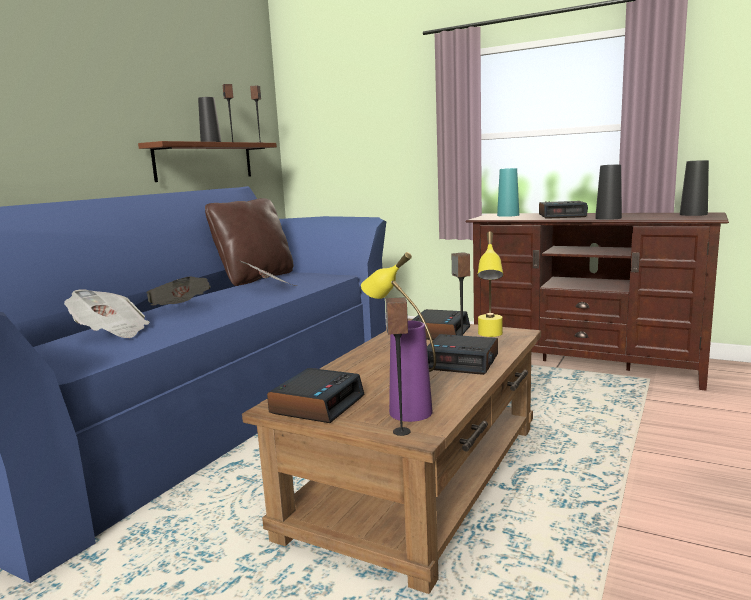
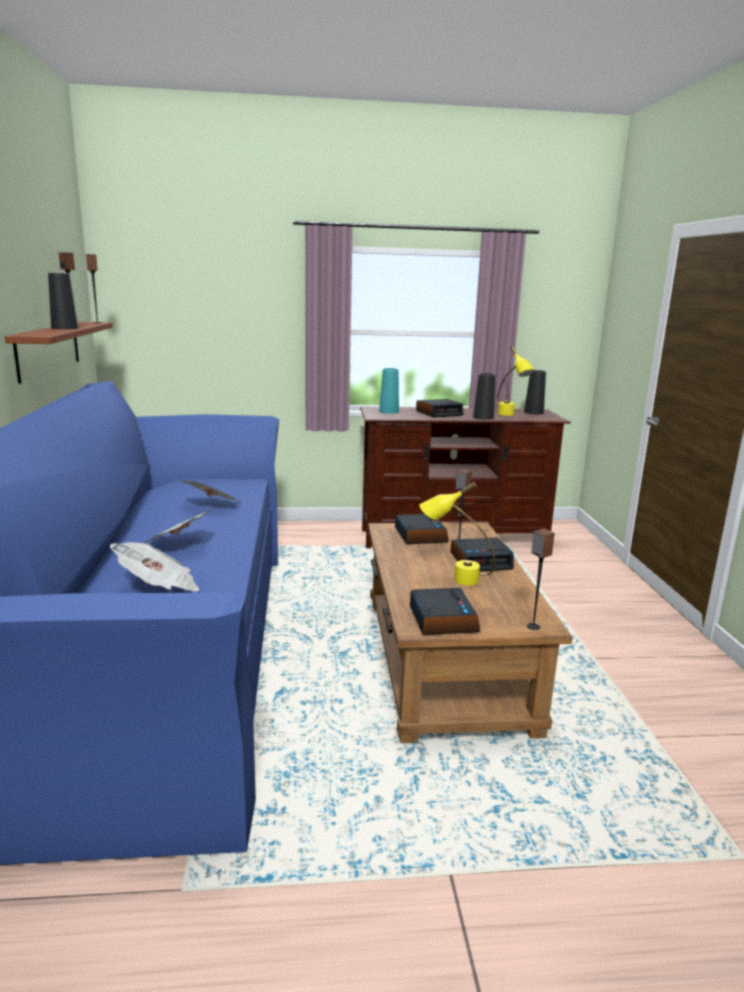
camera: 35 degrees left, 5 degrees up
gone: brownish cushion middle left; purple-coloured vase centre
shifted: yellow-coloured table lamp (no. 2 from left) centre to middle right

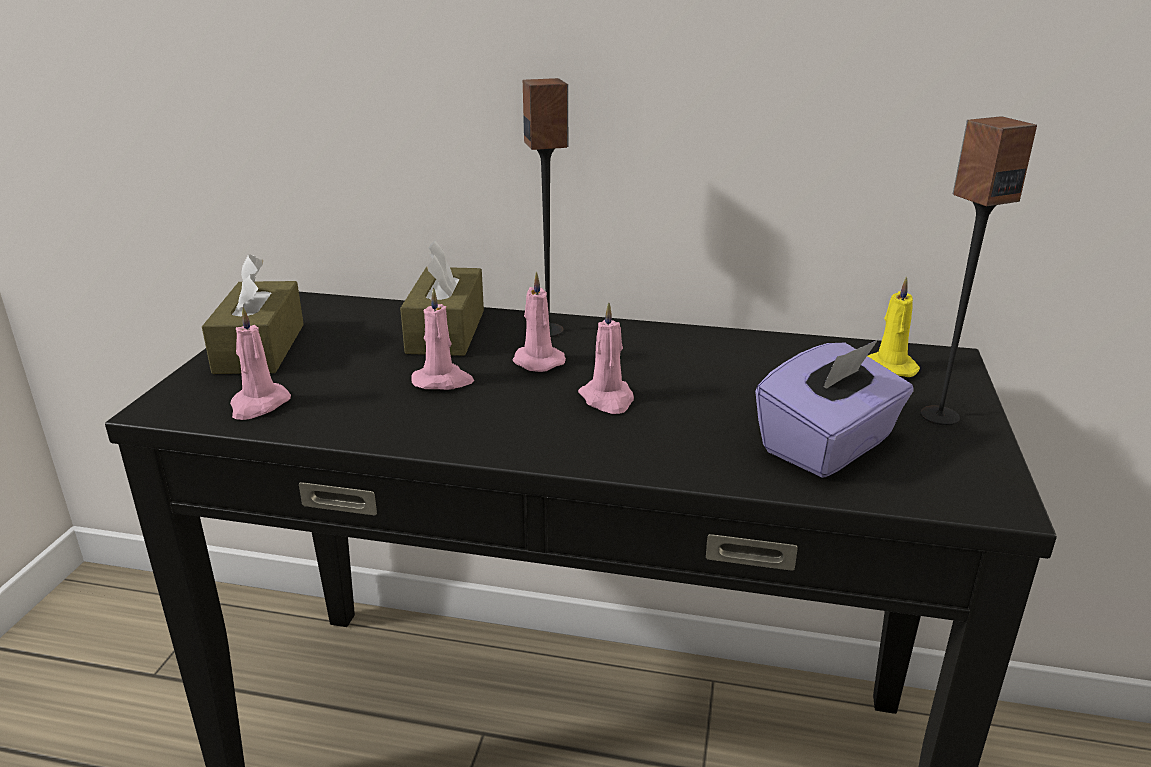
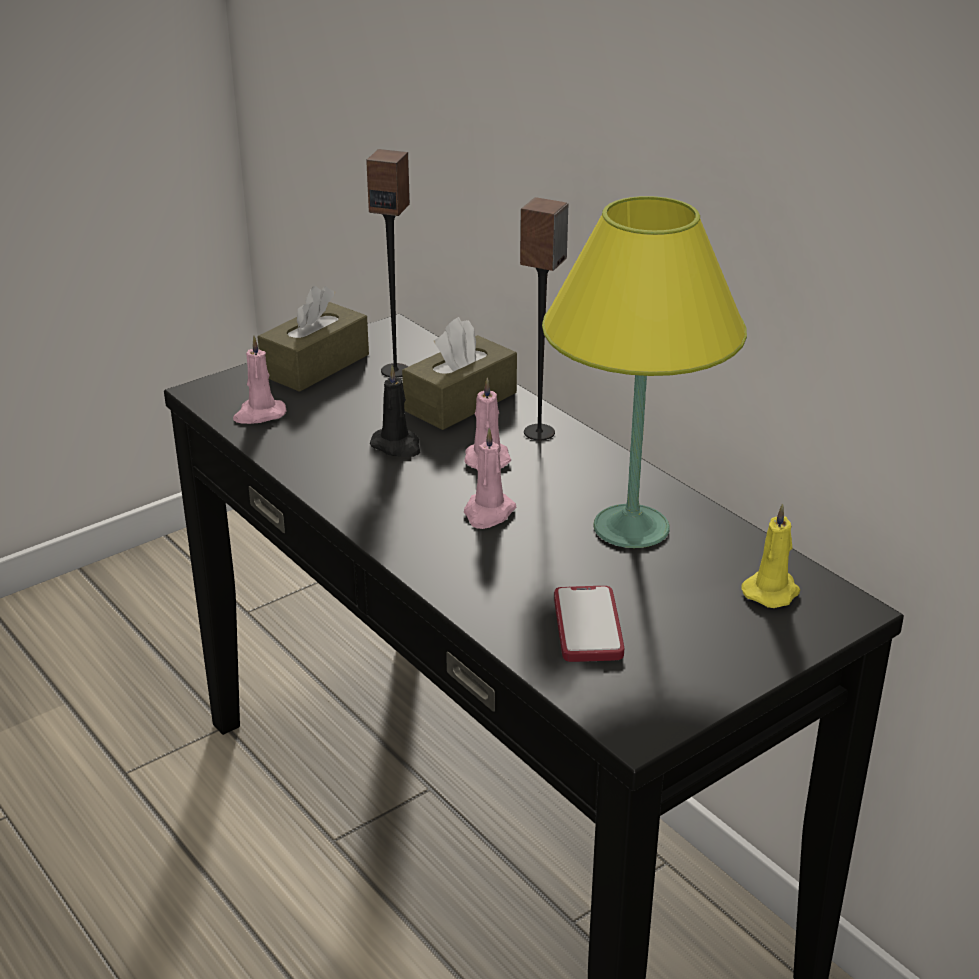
camera: 40 degrees right, 5 degrees up
new: yellow-coloured table lamp centre
shifted: speaker (no. 2 from left in the first image) middle right to speaker (no. 1 from left) top centre
swapped: purple-coloured tissue holder middle right to handset centre
repainted: pink wax light (no. 2 from left) centre to blackish wax light centre

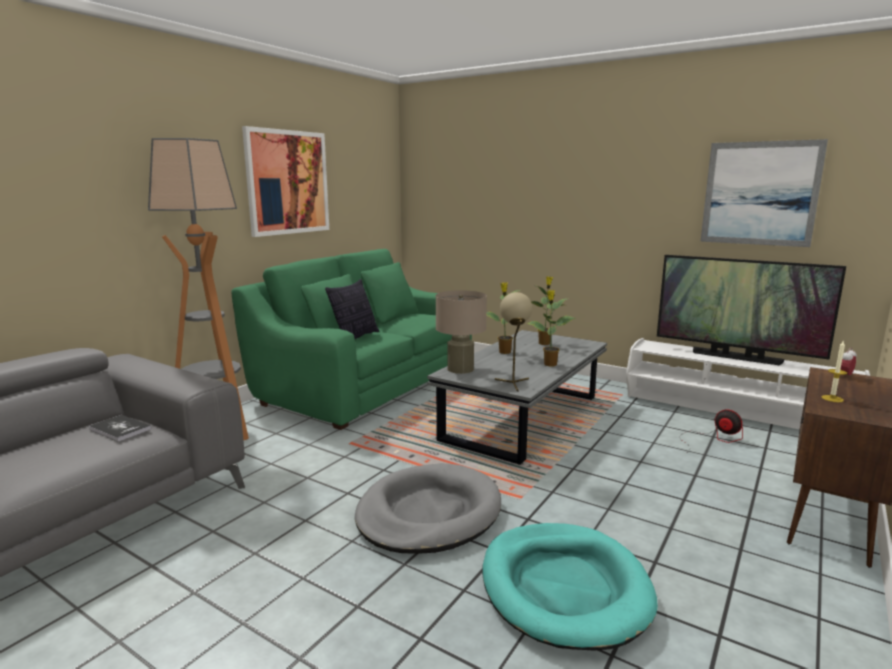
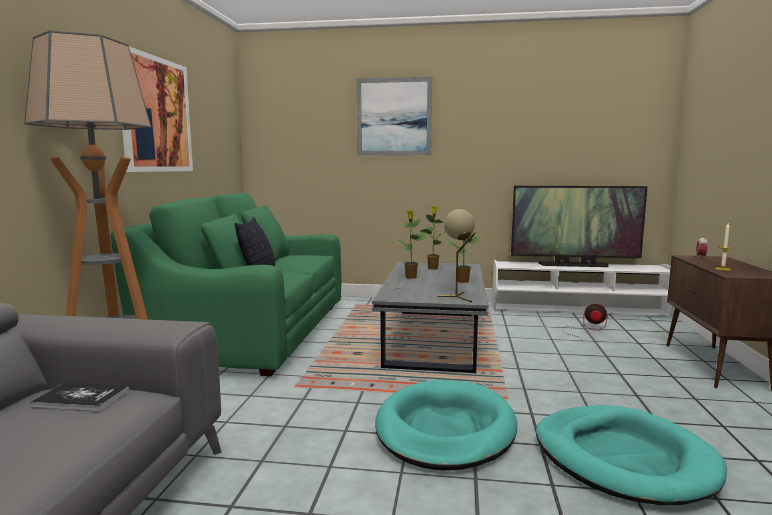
camera: 25 degrees left, 5 degrees down
gone: sand-coloured table lamp (no. 1 from left) centre
shifted: picture (no. 2 from left) top right to top centre
repainted: greyish dog bed bottom centre to turquoise dog bed (no. 1 from left) bottom centre

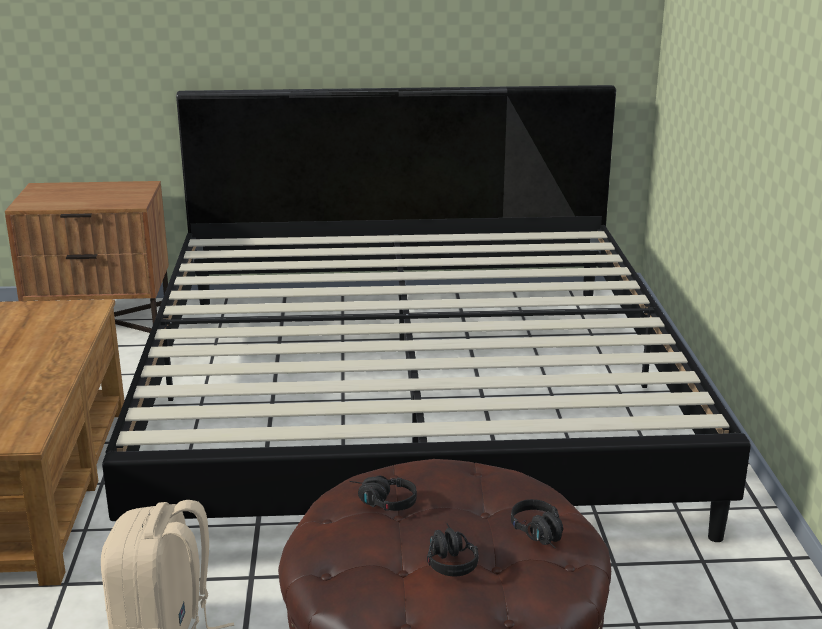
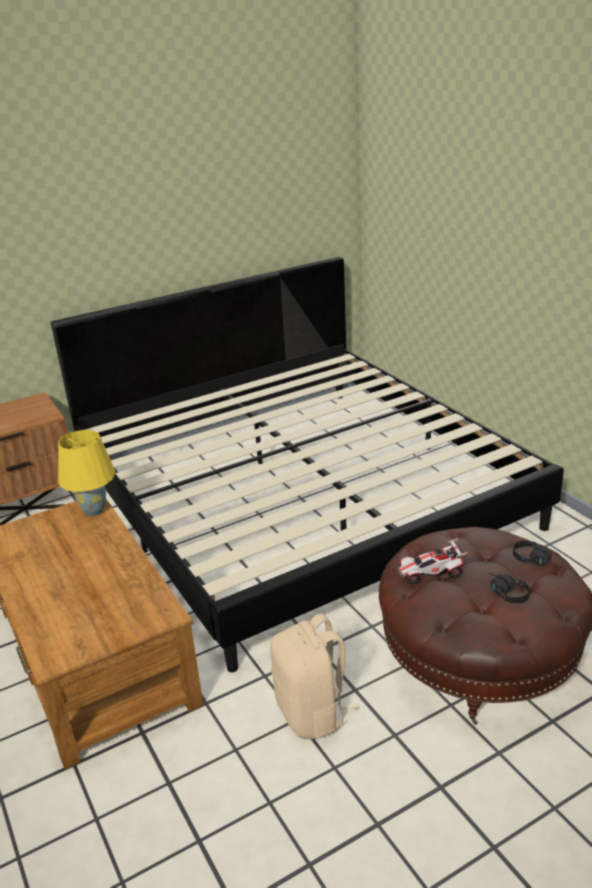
camera: 25 degrees left, 5 degrees up
new: yellow-coloured table lamp middle left
swapped: blackish pair of headphones (no. 1 from left) bottom centre to model car middle right

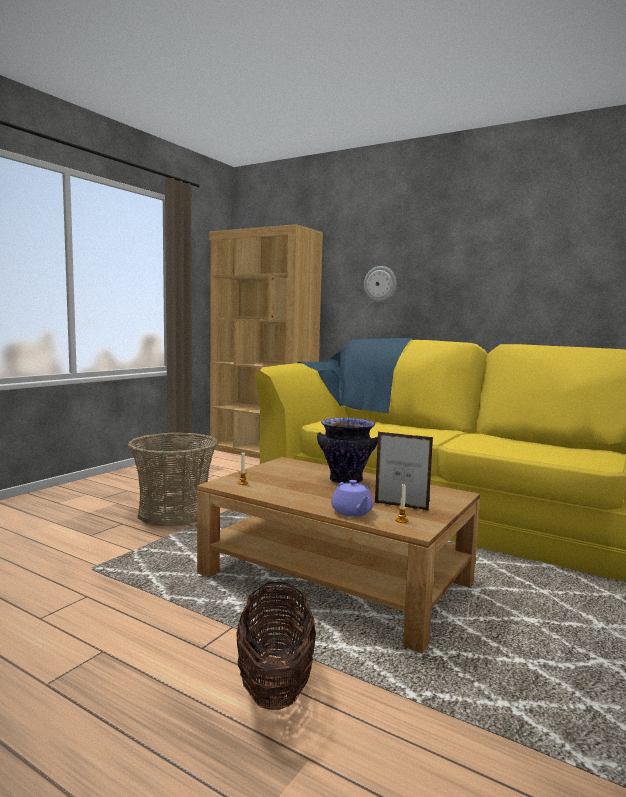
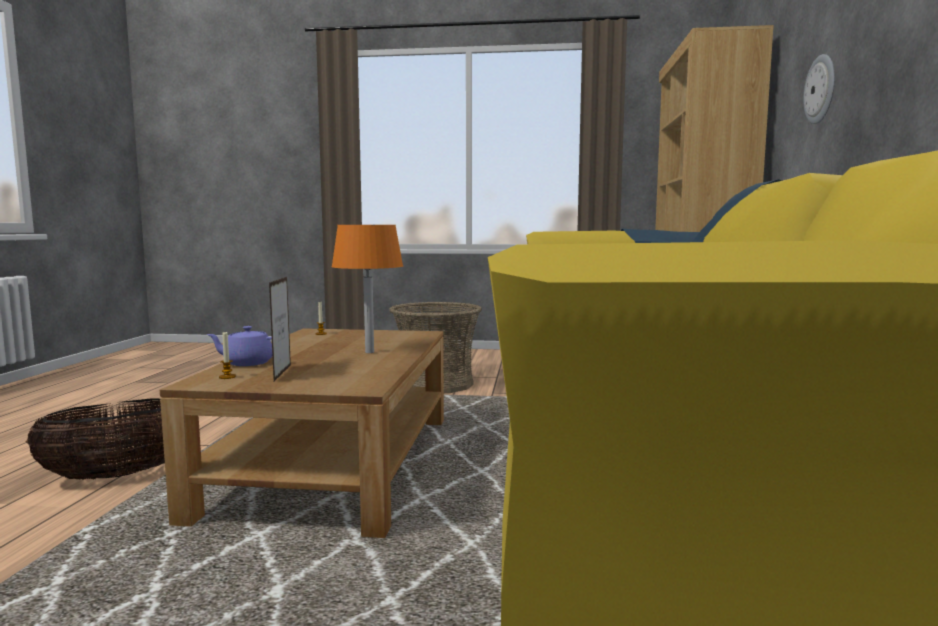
camera: 65 degrees right, 0 degrees up
swapped: vase centre to orange-coloured table lamp centre
rotated: purple-coloured tea pot centre = middle left 45 degrees clockwise

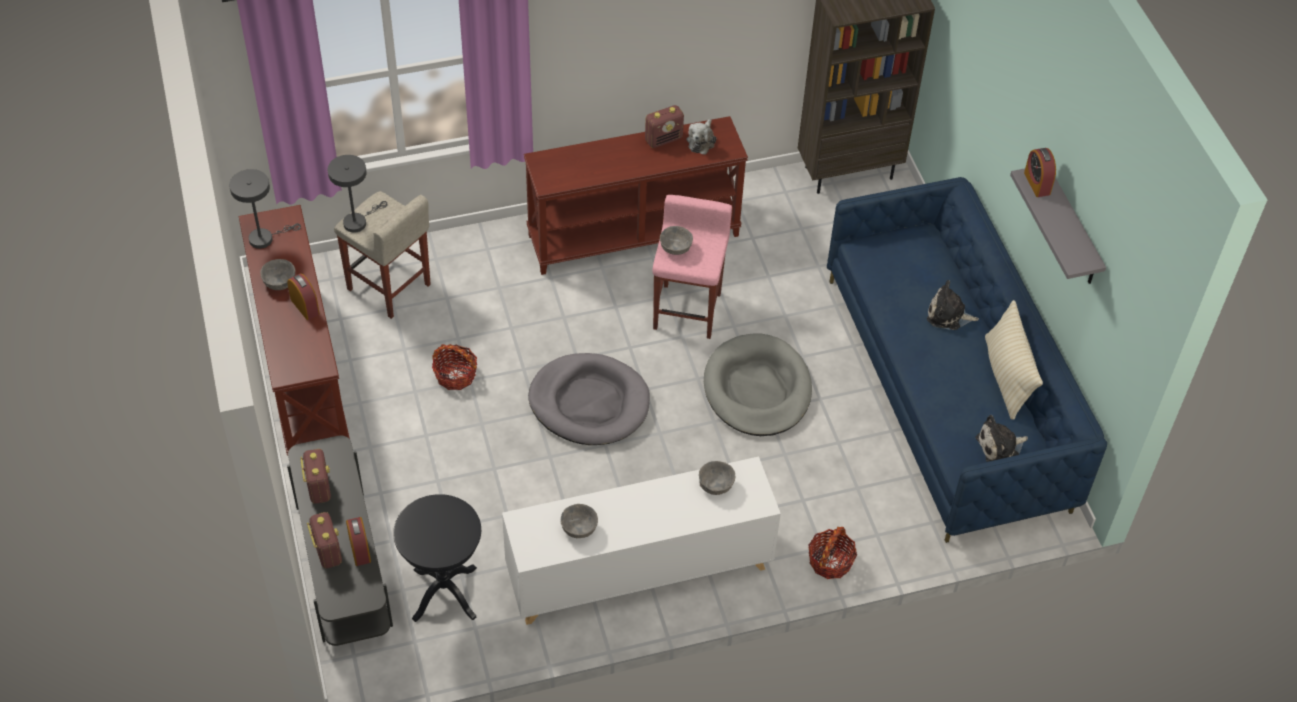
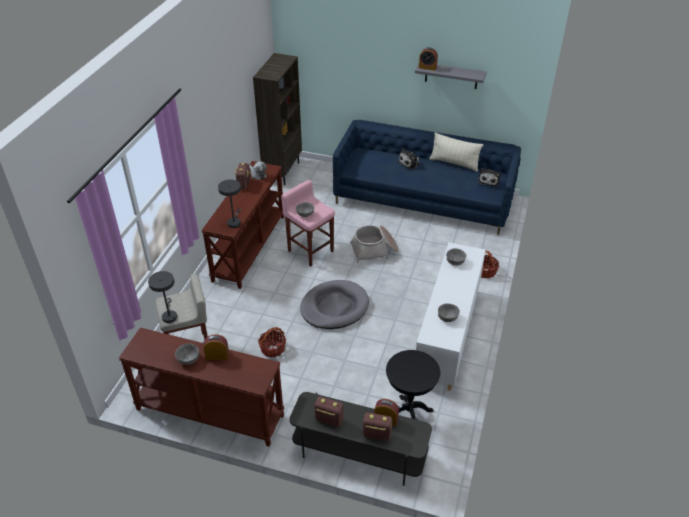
camera: 55 degrees left, 10 degrees down
shifted: greyish table lamp (no. 1 from left in the first image) top left to greyish table lamp (no. 2 from left) middle left
swapped: greyish dog bed (no. 2 from left) centre to storage basket (no. 2 from left) centre

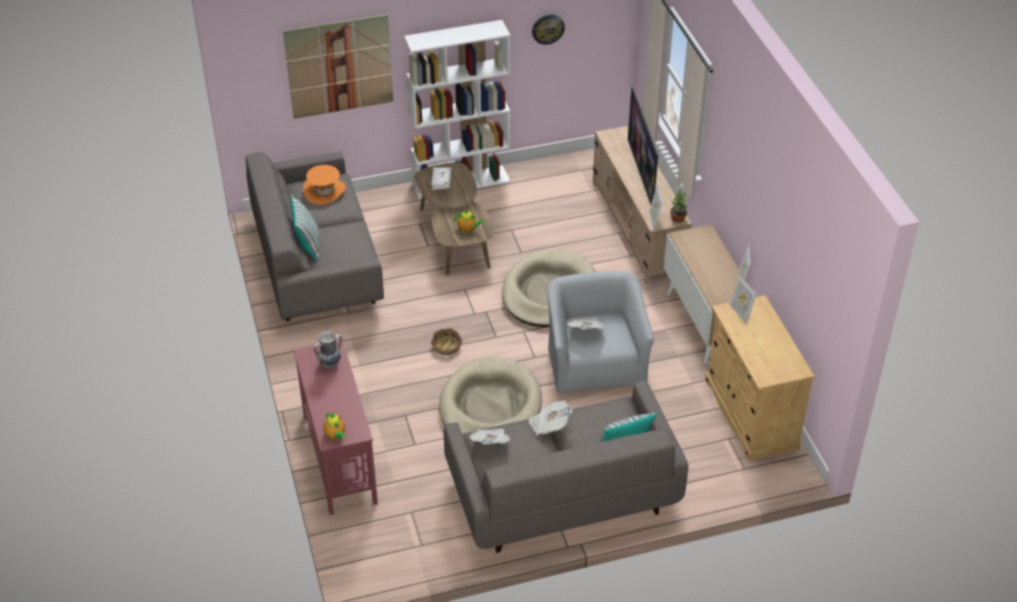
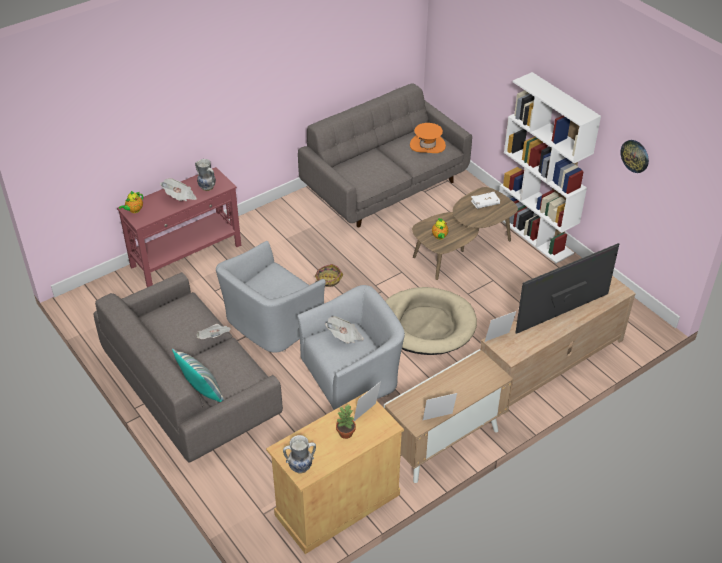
camera: 70 degrees right, 0 degrees up
gone: picture top left; cushion (no. 1 from left) middle left
new: vase (no. 2 from left) bottom centre
shifted: newspaper (no. 1 from left) bottom centre to middle left; plant in a pot middle right to bottom centre
swapped: sand-coloured dog bed (no. 1 from left) centre to greyish armchair (no. 1 from left) centre

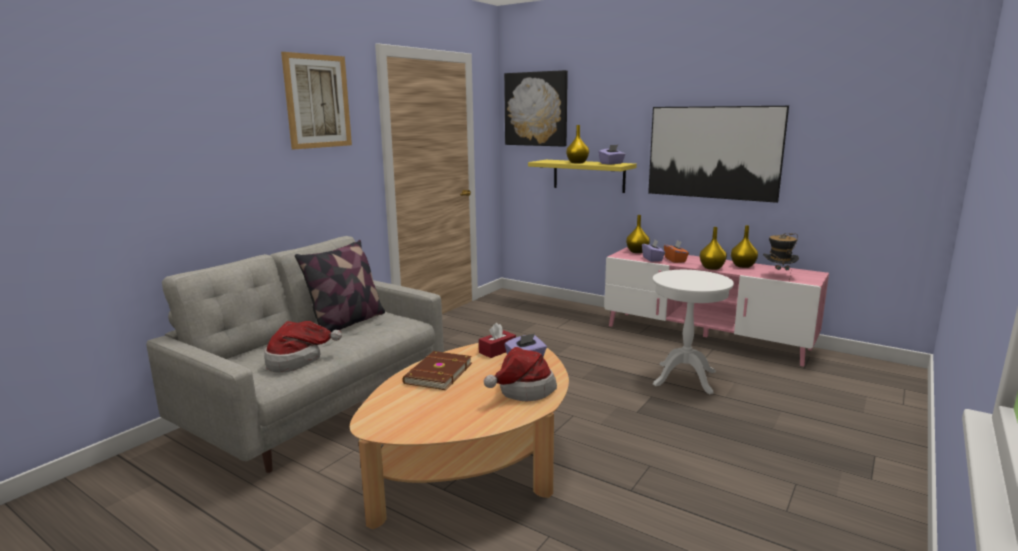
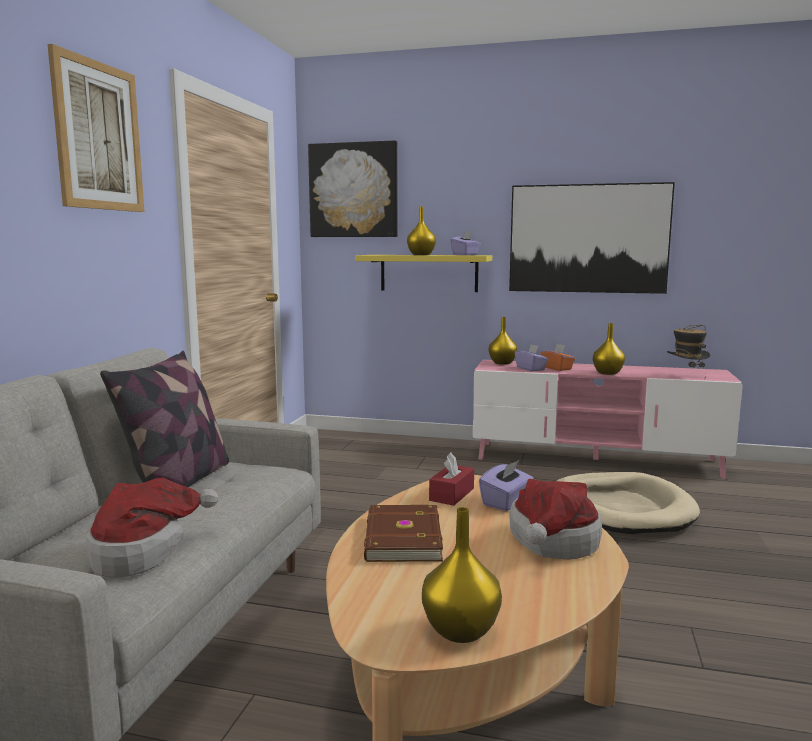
camera: 20 degrees left, 5 degrees down
shifted: yellow-coloured vase (no. 4 from left in the first image) middle right to yellow-coloured vase (no. 2 from left) bottom centre
swapped: white end table middle right to sand-coloured dog bed bottom right

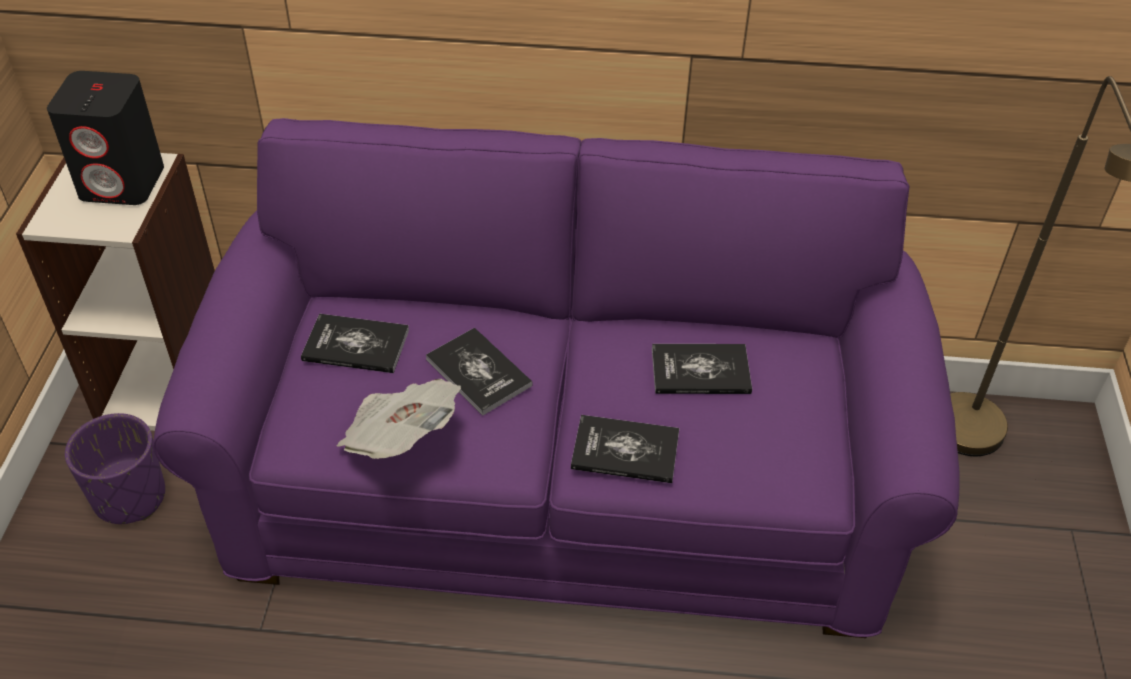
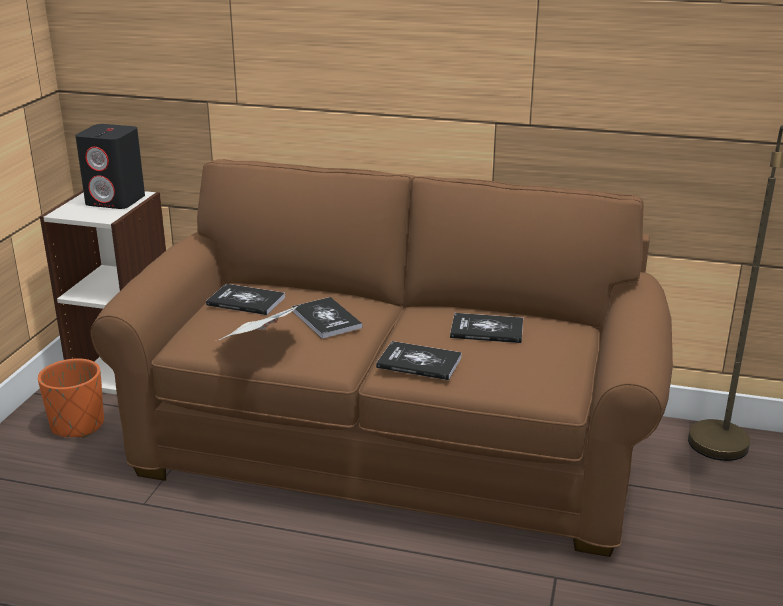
camera: 10 degrees right, 20 degrees down
repainted: purple-coloured flower pot bottom left to orange-coloured flower pot middle left; purple-coloured couch centre to brownish couch centre

